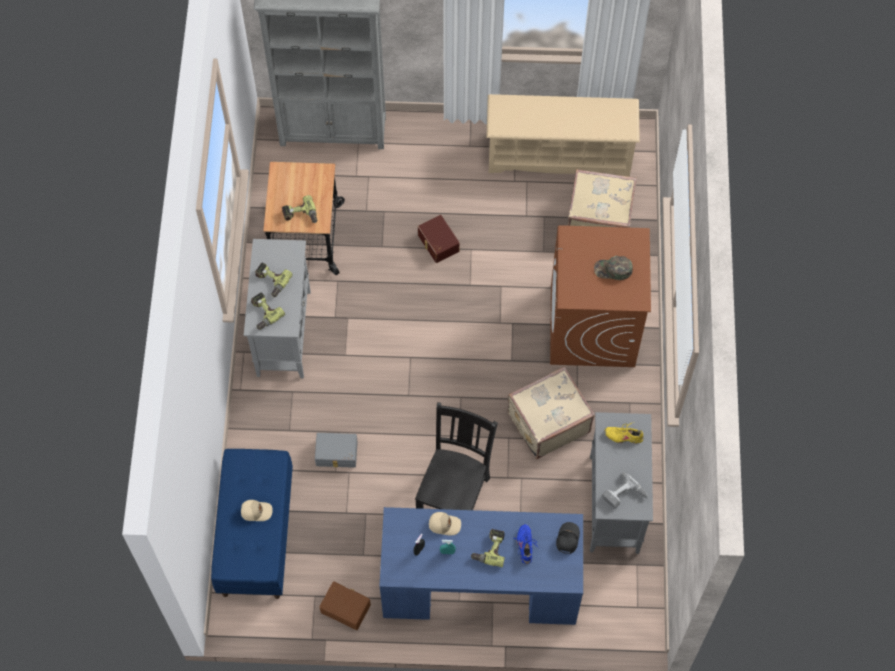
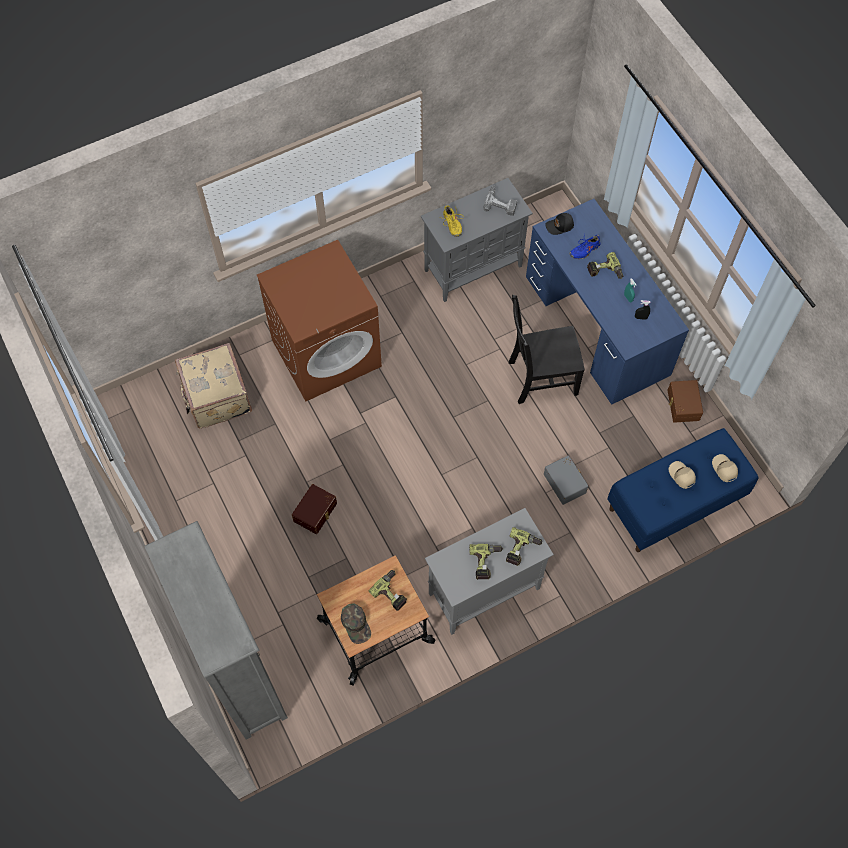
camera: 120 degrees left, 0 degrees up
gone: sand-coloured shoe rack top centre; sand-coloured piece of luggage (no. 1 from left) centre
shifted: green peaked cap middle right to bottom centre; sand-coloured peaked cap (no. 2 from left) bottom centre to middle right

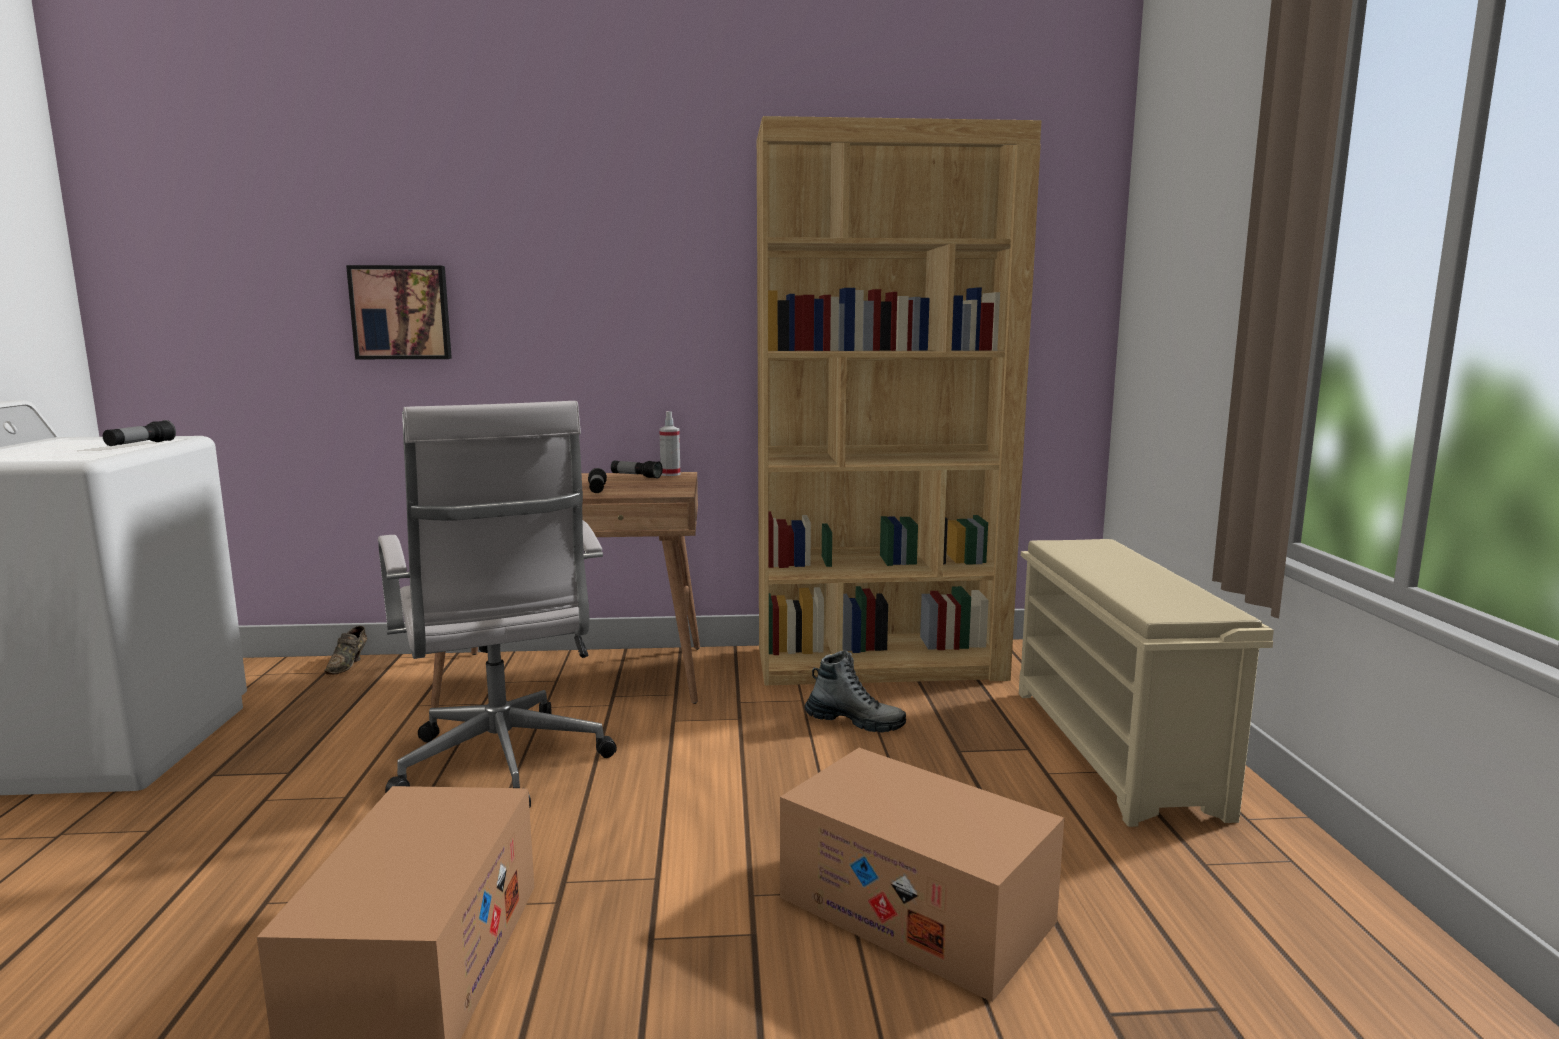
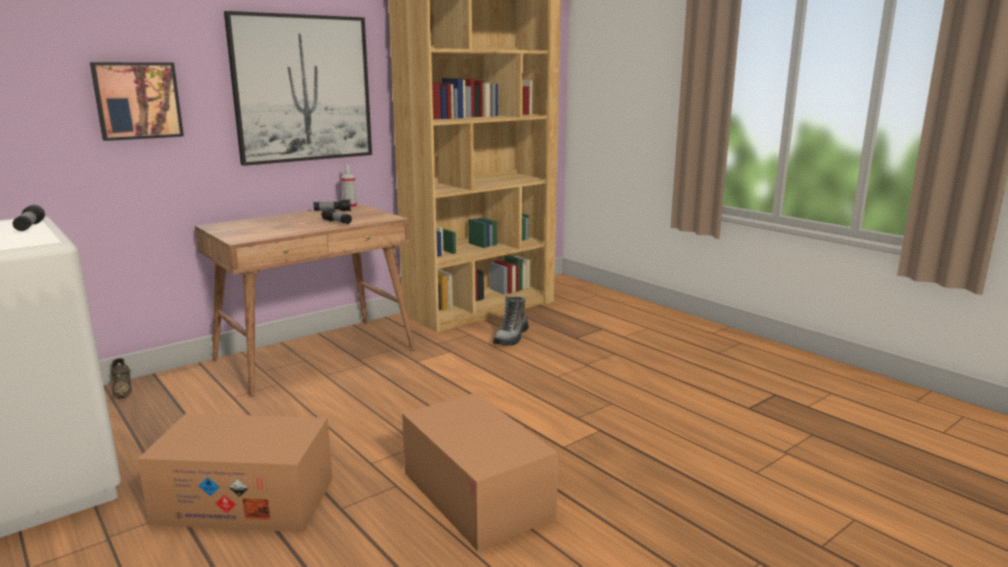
camera: 35 degrees left, 5 degrees up
gone: white computer chair middle left; sand-coloured shoe rack middle right
new: picture (no. 2 from left) top left
shifted: carton (no. 2 from left in the first image) bottom centre to carton (no. 1 from left) bottom left
rotated: high-top boot centre = centre 135 degrees clockwise

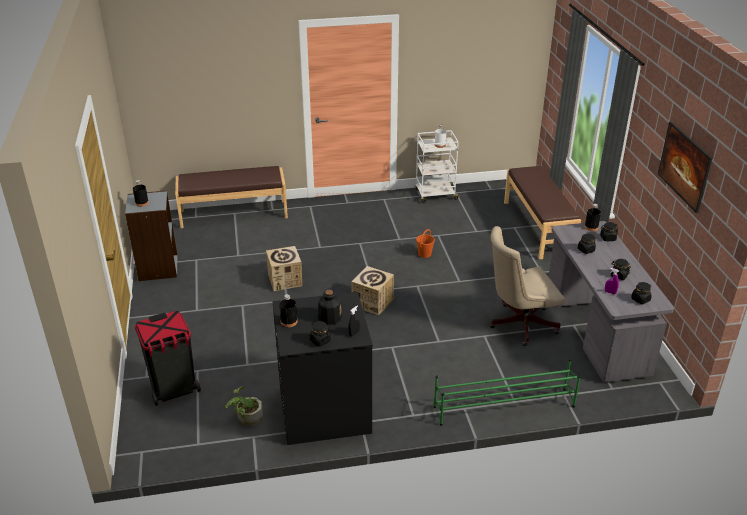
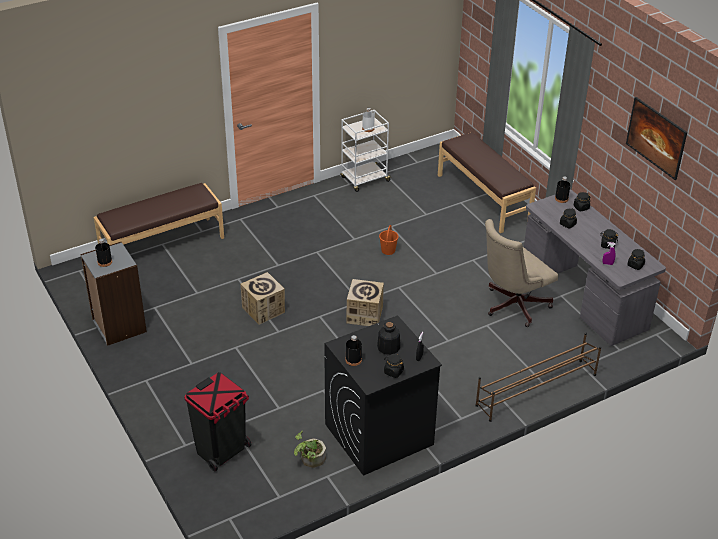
camera: 20 degrees left, 5 degrees up
repainted: green shoe rack bottom right to brownish shoe rack bottom right

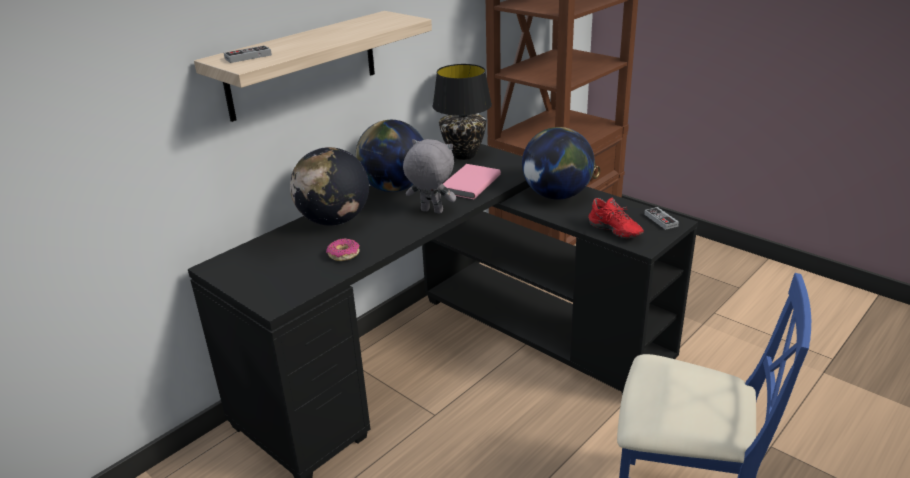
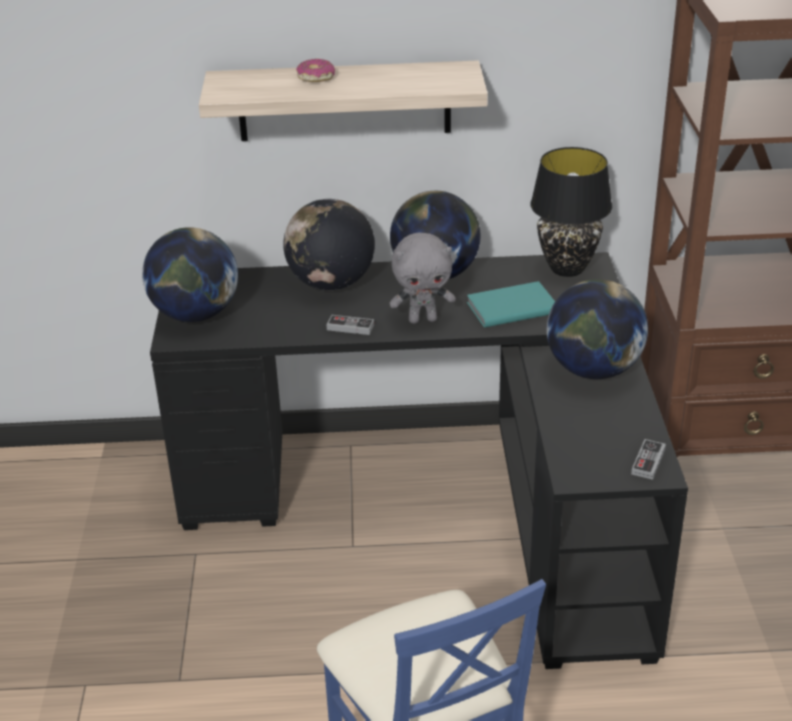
camera: 45 degrees right, 5 degrees up
gone: reddish item of footwear middle right
new: world globe (no. 1 from left) middle left
shifted: doughnut centre to top centre; joypad (no. 1 from left) top left to centre
repainted: pink volume centre to turquoise volume centre
rotated: greyish plush toy centre = centre 105 degrees clockwise

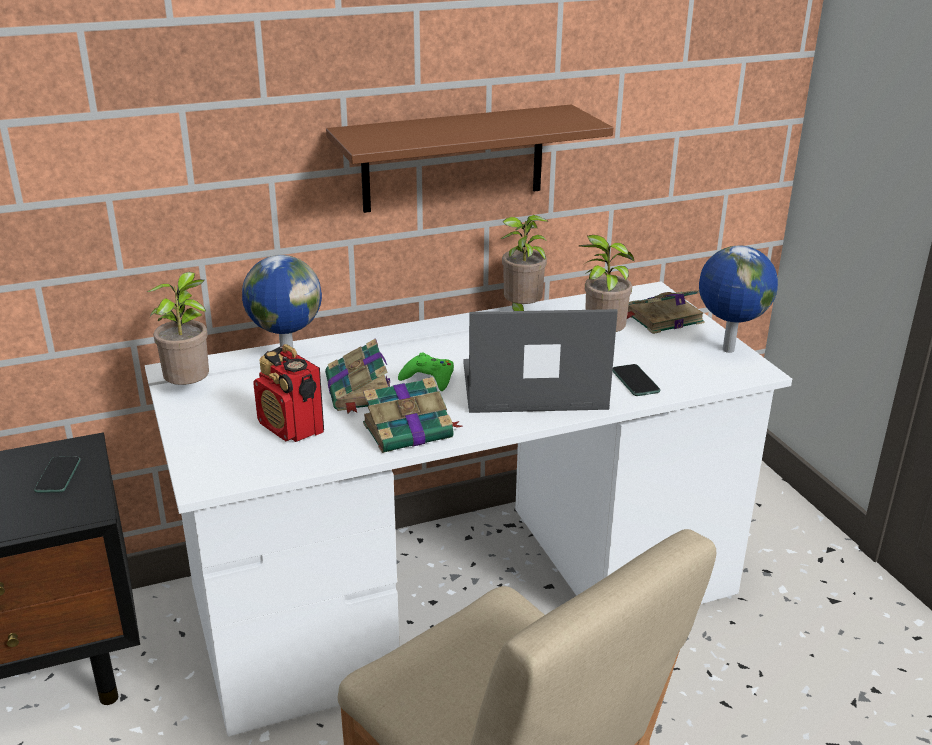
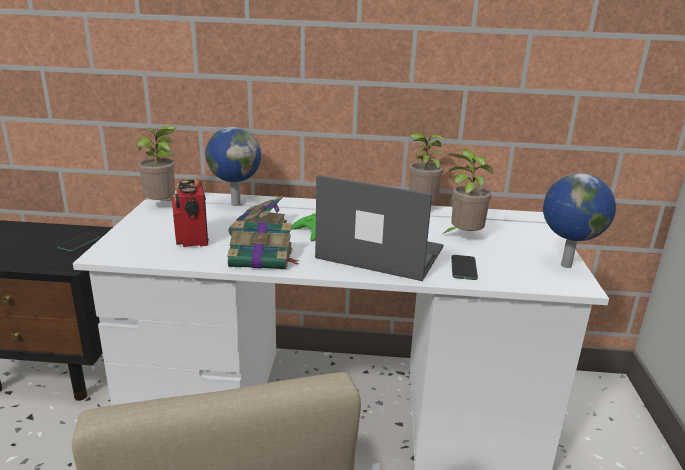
camera: 25 degrees right, 5 degrees down
gone: brownish shelf top centre; volume (no. 3 from left) middle right

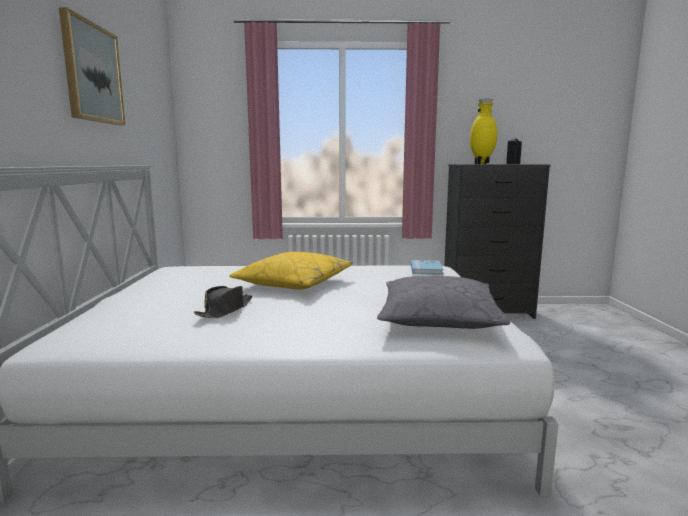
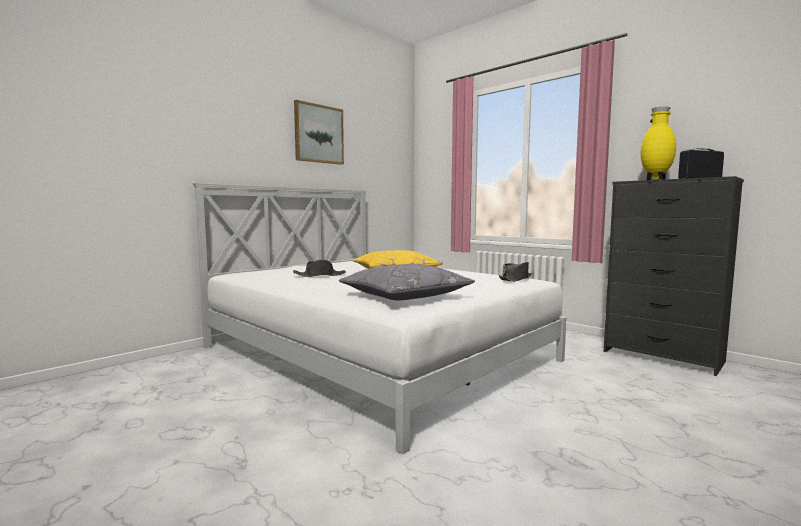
camera: 45 degrees right, 5 degrees down
swapped: blue-coloured volume centre to blackish clothing hat (no. 2 from left) centre

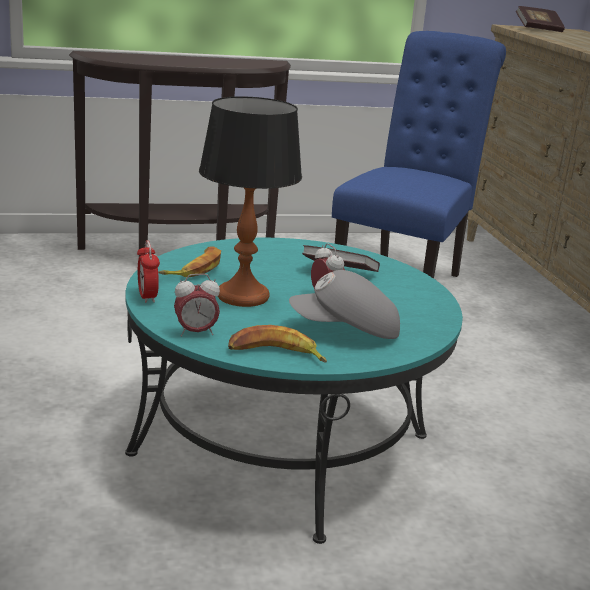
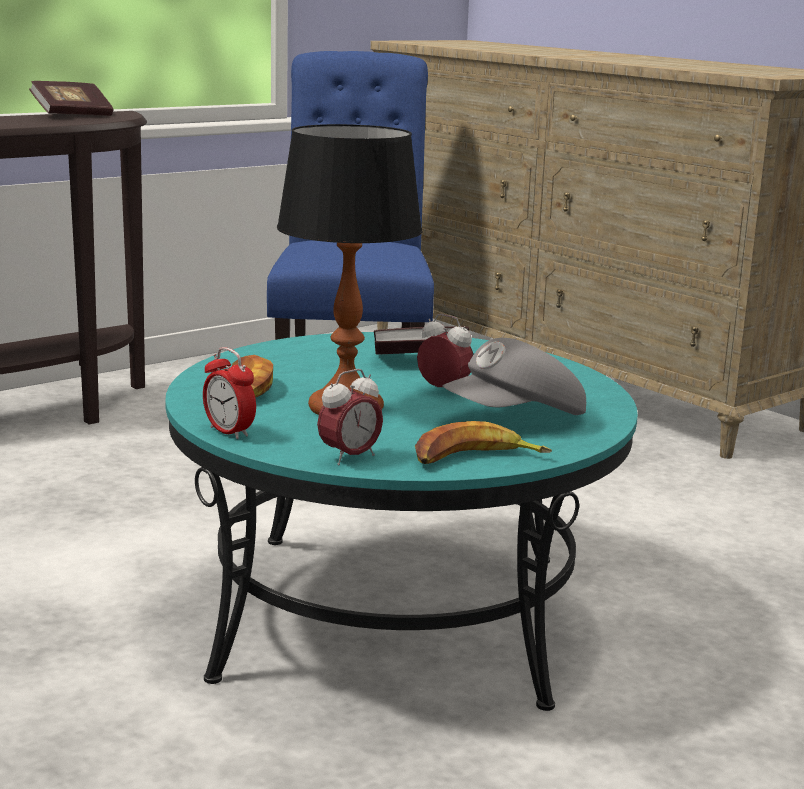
camera: 25 degrees left, 5 degrees down
shifted: volume (no. 2 from left in the first image) top right to volume (no. 1 from left) top left

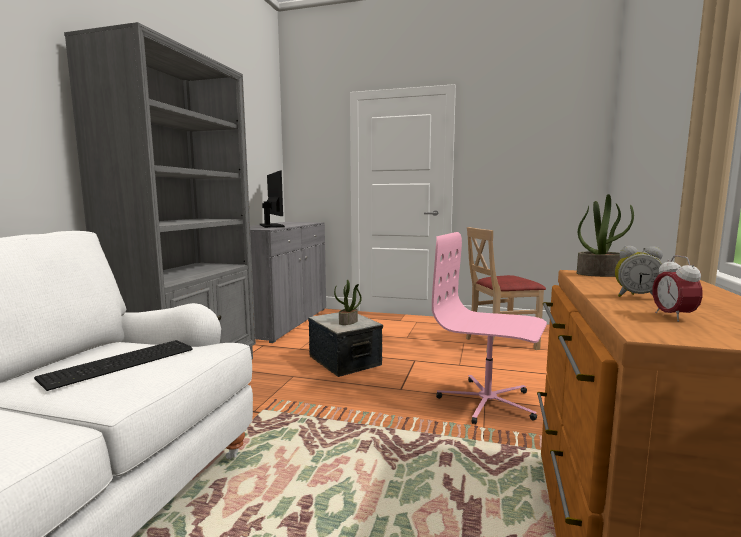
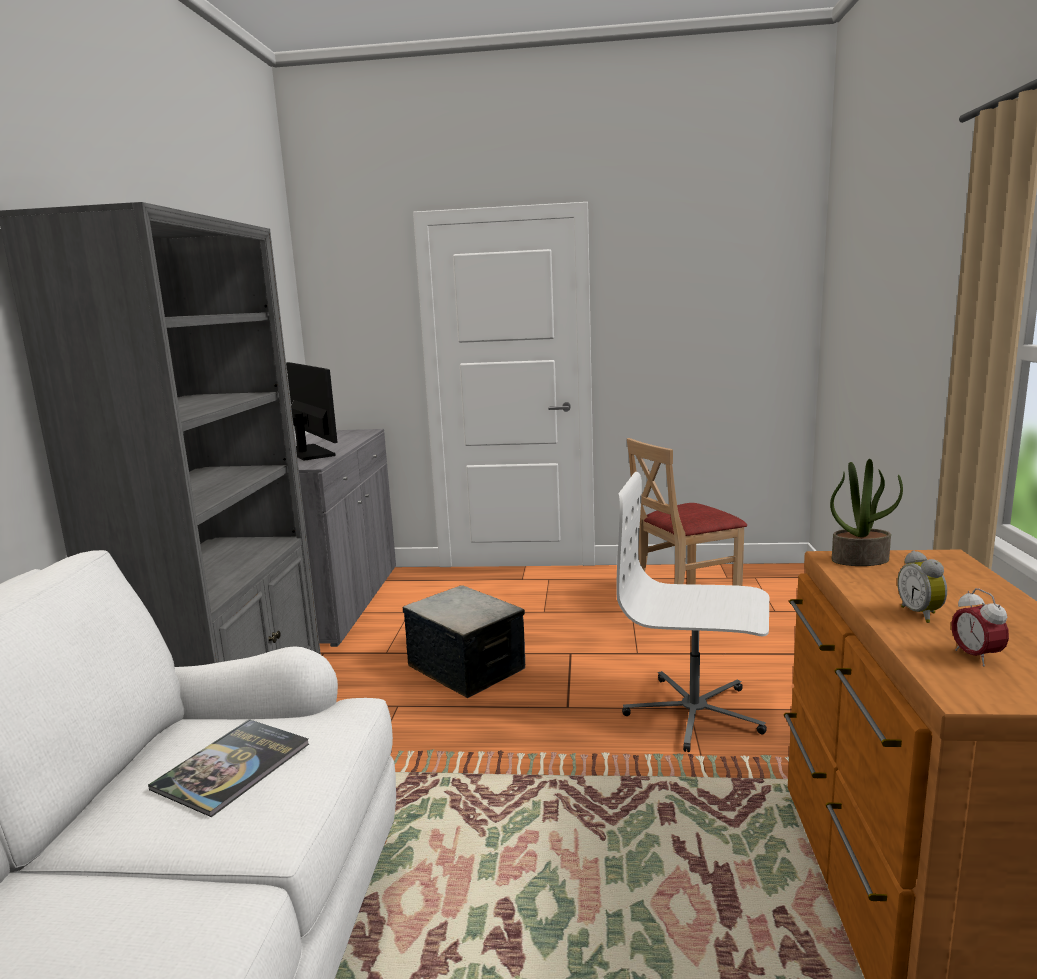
camera: 10 degrees left, 5 degrees up
gone: plant in a pot (no. 1 from left) centre
swapped: PC keyboard bottom left to volume bottom left
repainted: pink computer chair centre to white computer chair middle right
rotated: alarm clock (no. 1 from left) middle right = middle right 75 degrees clockwise

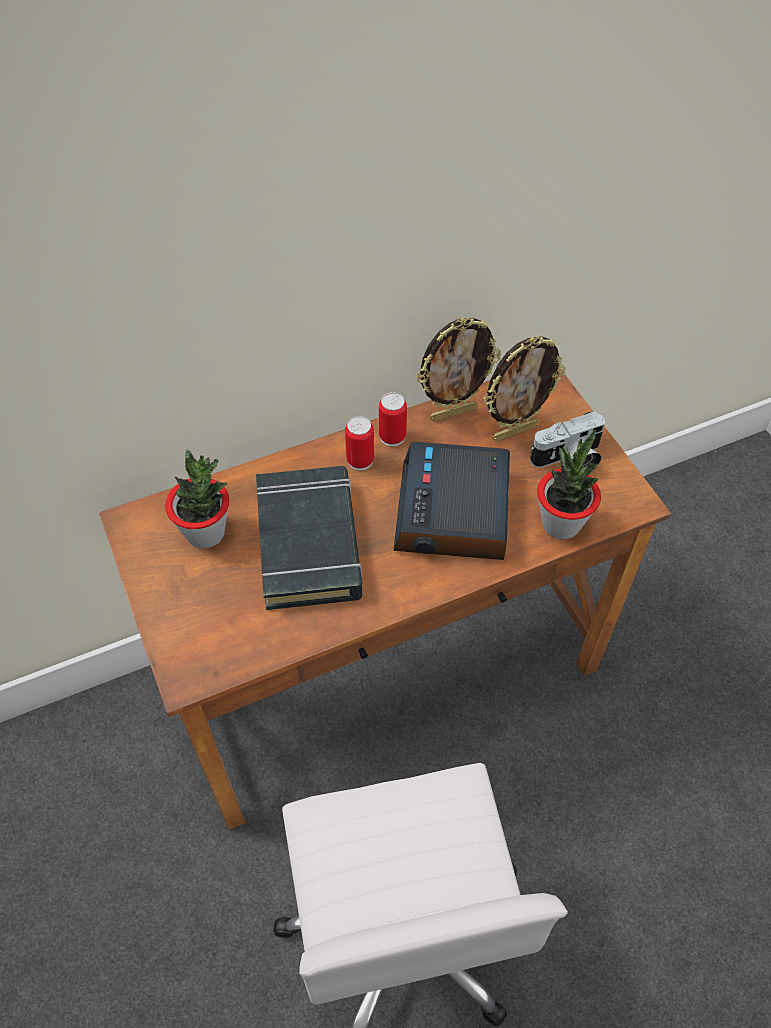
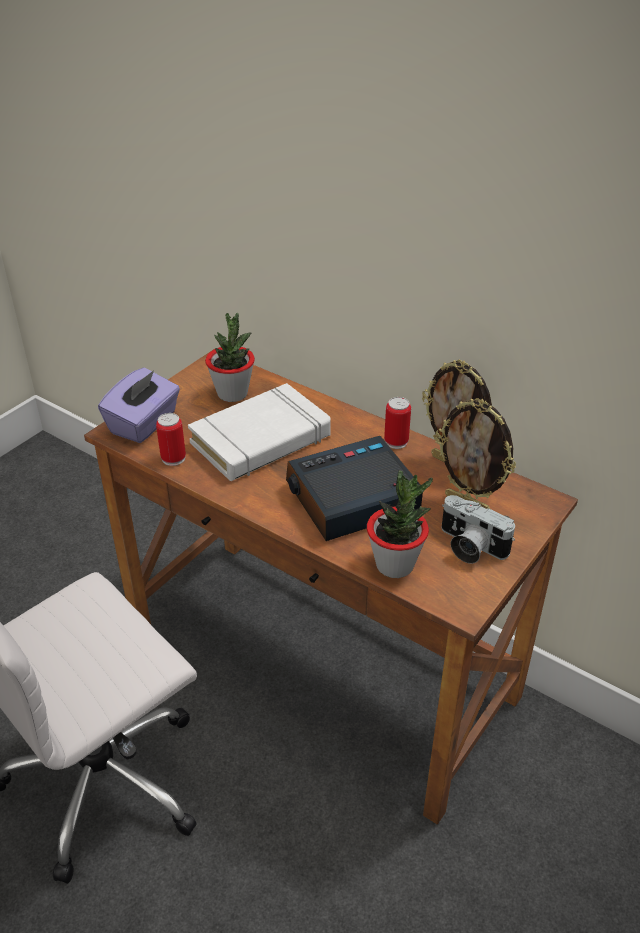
camera: 60 degrees right, 15 degrees down
new: purple-coloured tissue holder middle left
shifted: metal can (no. 1 from left) centre to middle left
repainted: blackish volume centre to white volume centre

